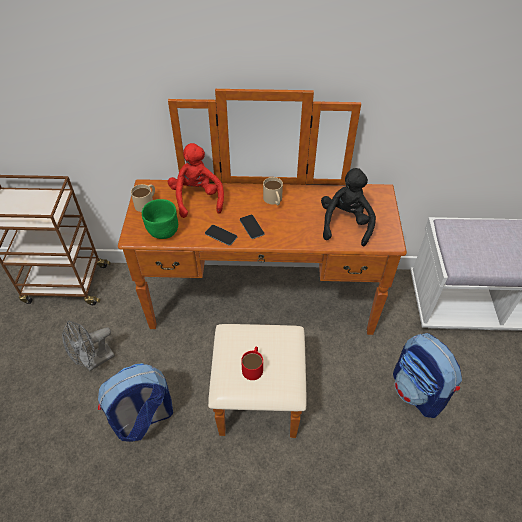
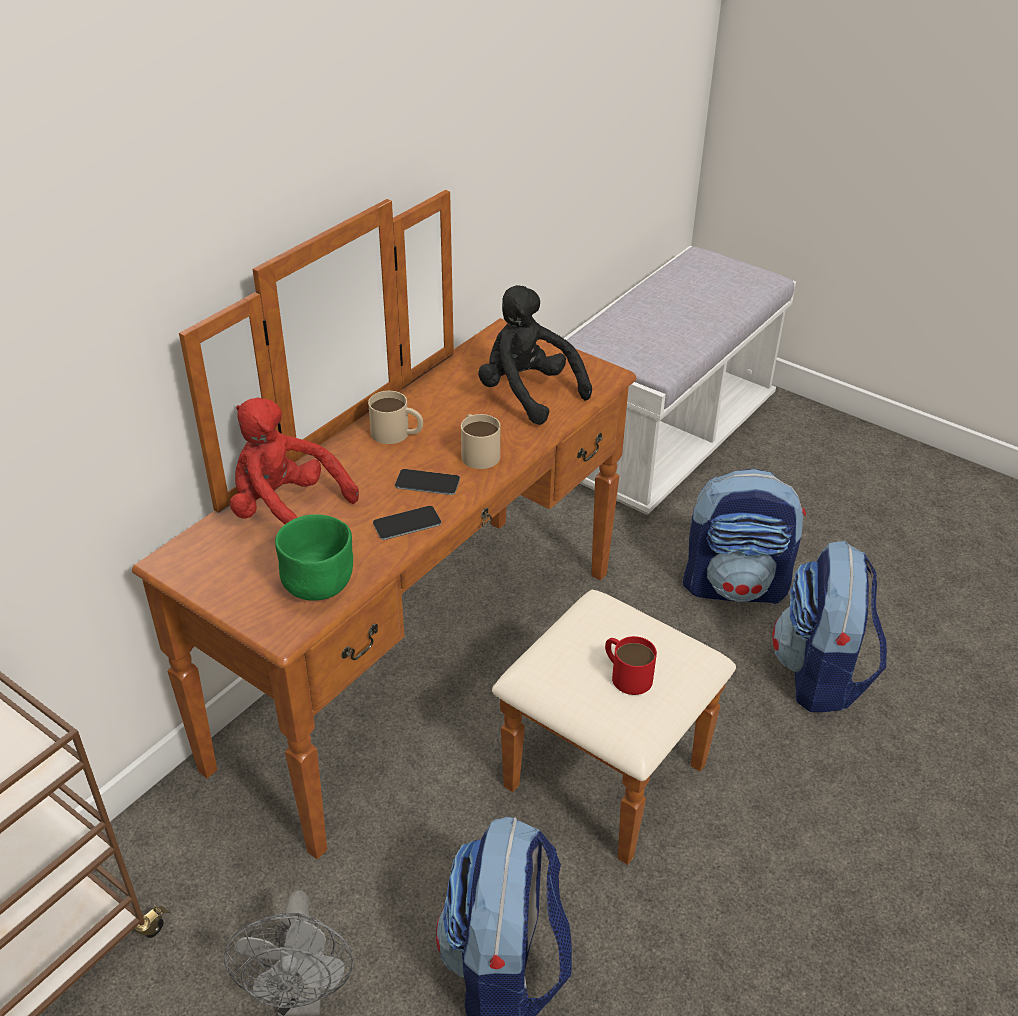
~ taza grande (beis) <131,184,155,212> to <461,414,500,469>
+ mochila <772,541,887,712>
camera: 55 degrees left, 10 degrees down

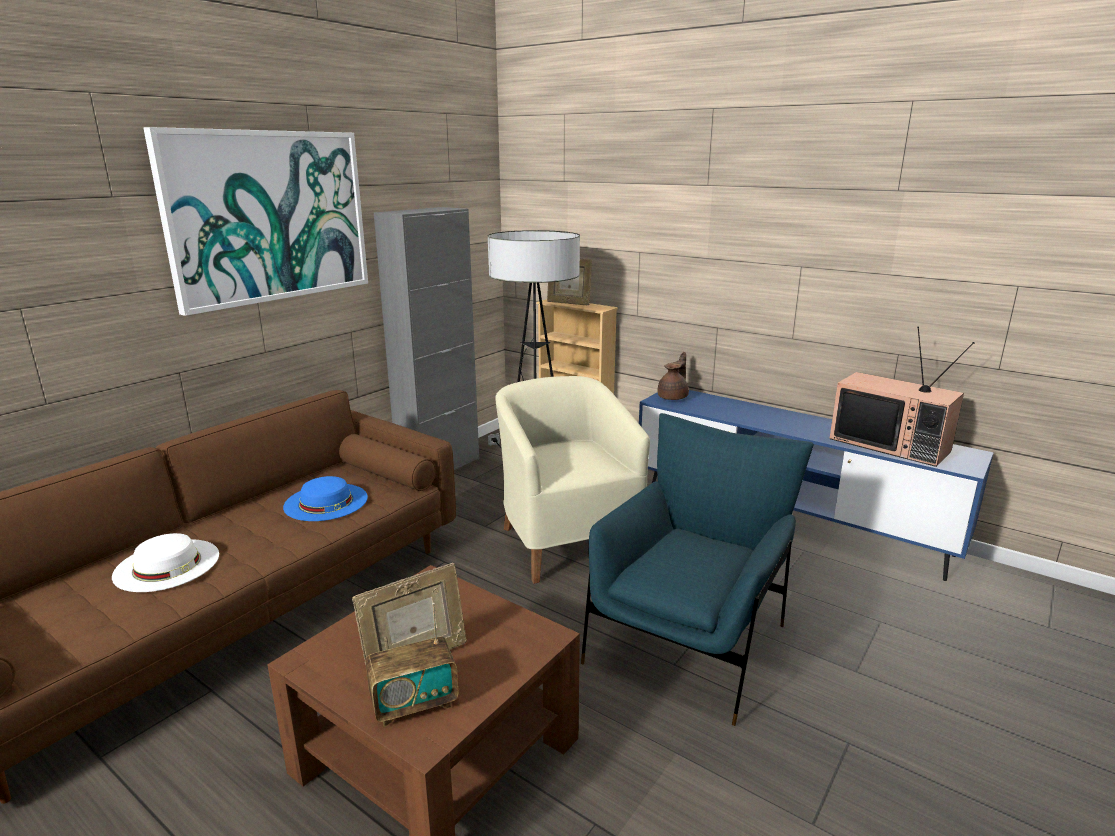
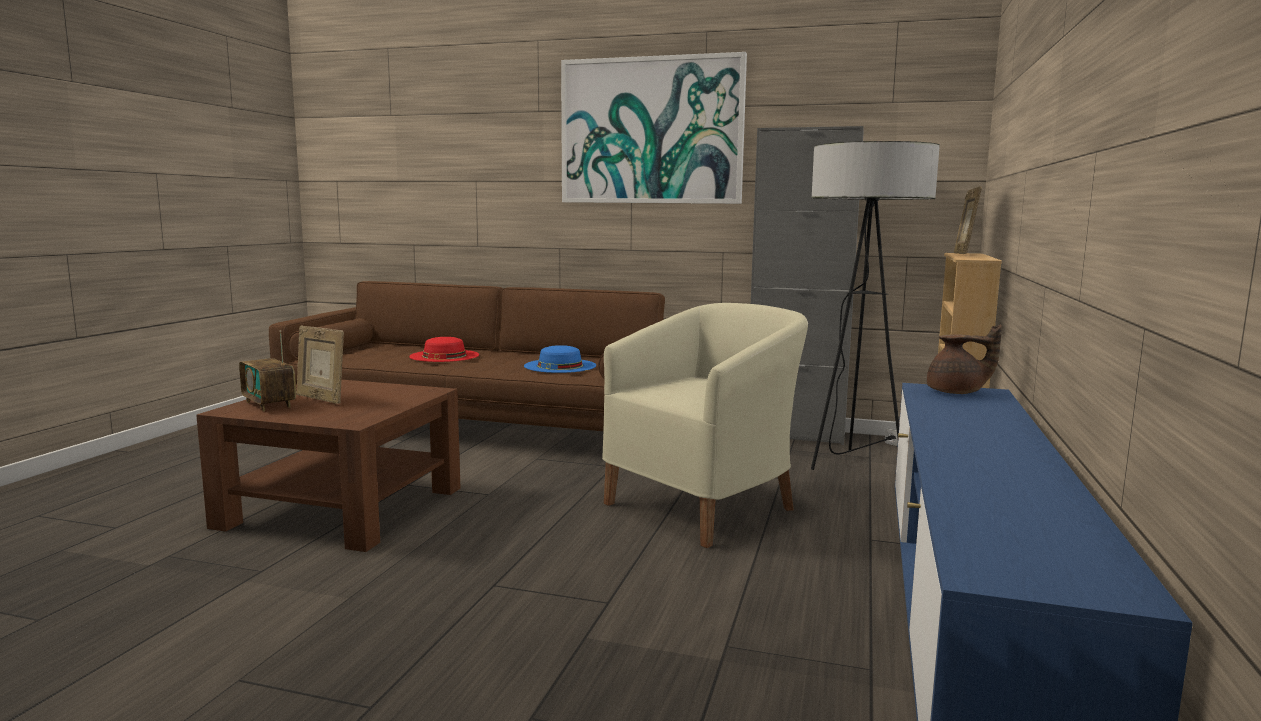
~ sombrero (blanco) <112,533,219,592> to sombrero (rojo) <409,337,479,362>
- sillón (azul) <581,413,814,726>
- televisor <830,327,975,467>
camera: 70 degrees right, 10 degrees down

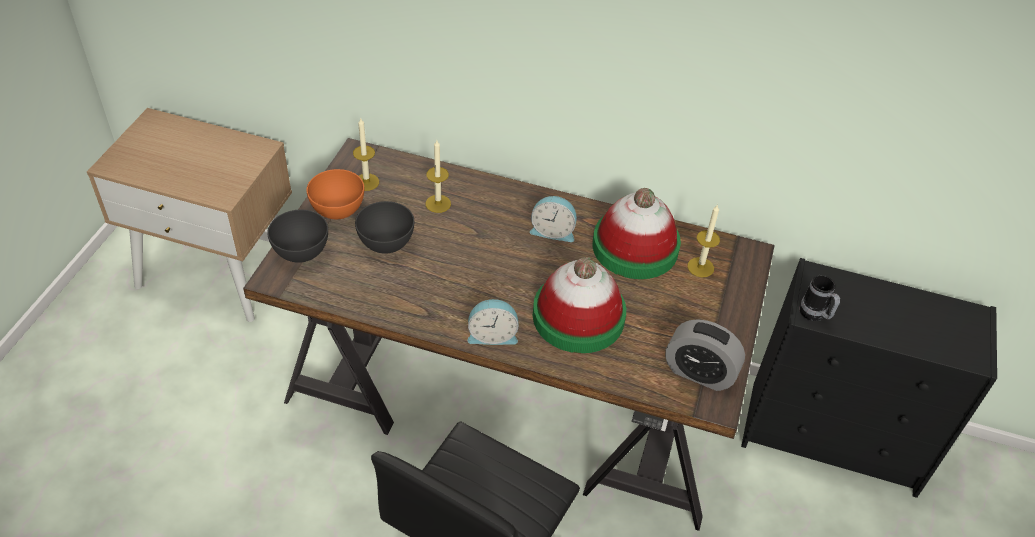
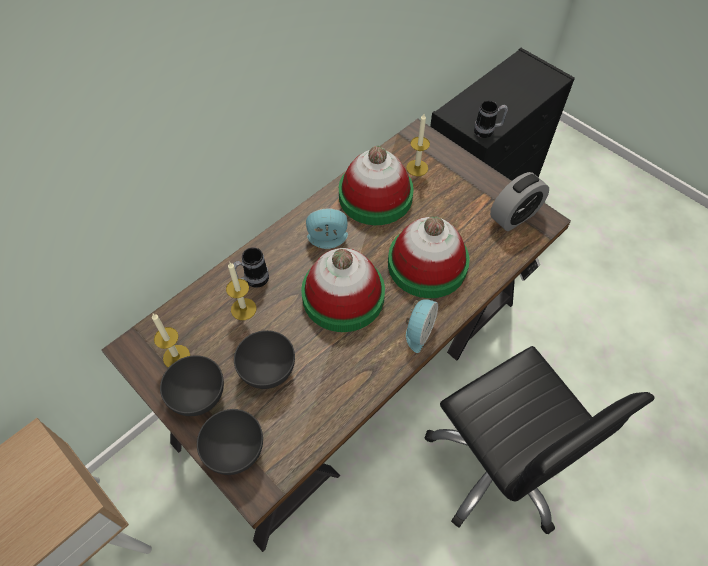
~ cuenco (naranja) <306,169,364,219> to cuenco (gris) <160,355,224,416>
+ taza grande <233,247,269,288>
+ sombrero <301,248,385,332>
~ despertador <530,196,577,242> = <306,209,348,249> 135 degrees counterclockwise
camera: 60 degrees left, 10 degrees up

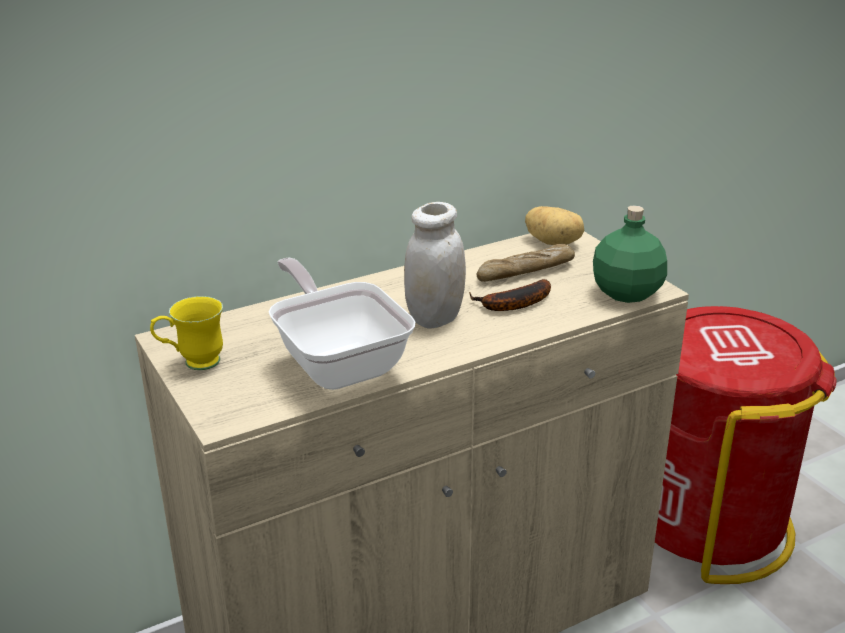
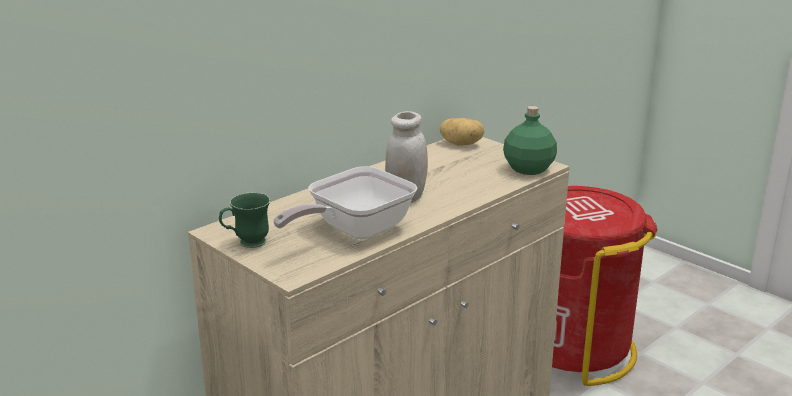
~ taza grande (amarillo) <150,296,223,370> to taza grande (verde) <219,193,270,248>
~ sartén <269,258,416,390> = <273,166,417,239> 90 degrees counterclockwise
- plátano <469,279,551,311>
- pan <477,244,575,282>
camera: 15 degrees left, 5 degrees down

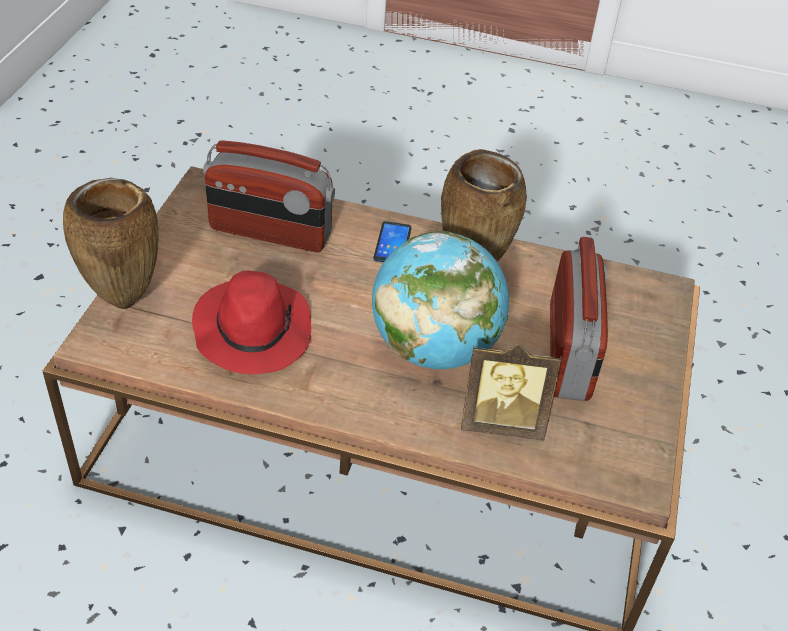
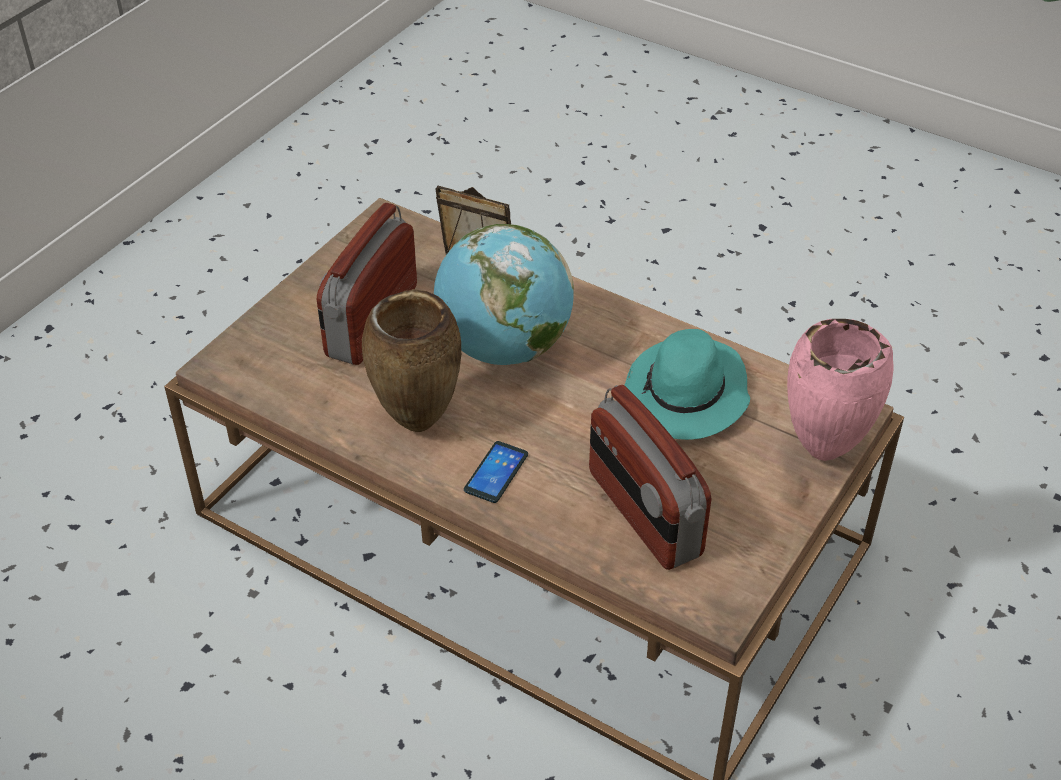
~ radio <203,140,335,252> = <589,385,712,570> 150 degrees counterclockwise
~ sombrero (rojo) <192,271,311,374> to sombrero (turquesa) <625,329,750,440>
~ florero (marrón) <63,178,159,309> to florero (rosa) <787,319,893,461>
camera: 160 degrees left, 0 degrees up

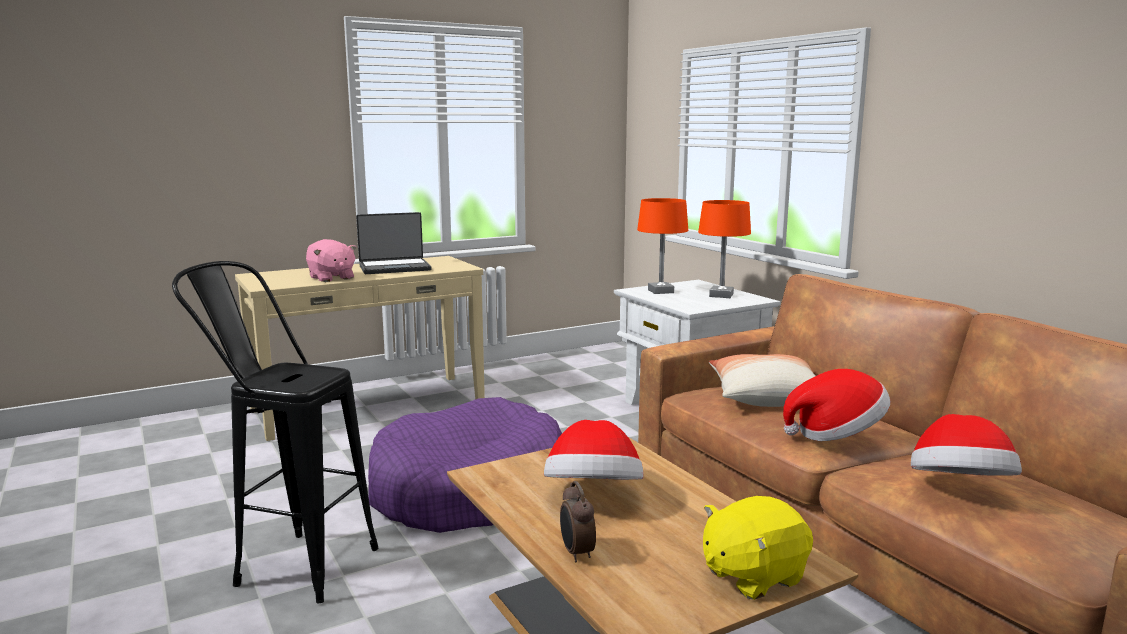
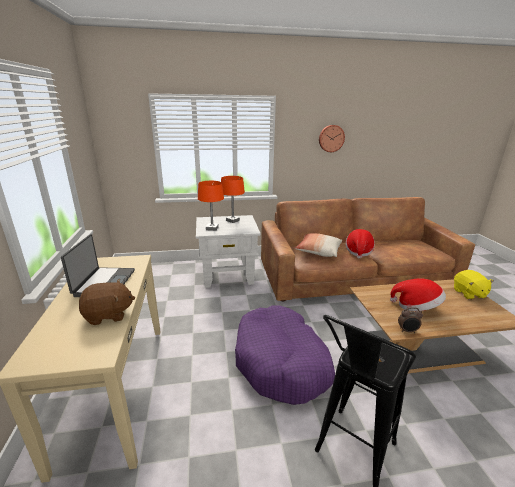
~ peluche (rosa) <306,239,357,282> to peluche (marrón) <79,279,135,325>
+ reloj de pared <319,125,345,152>
~ despertador <560,481,596,562> to <398,307,423,333>
- sombrero <911,414,1022,476>
camera: 70 degrees left, 10 degrees up

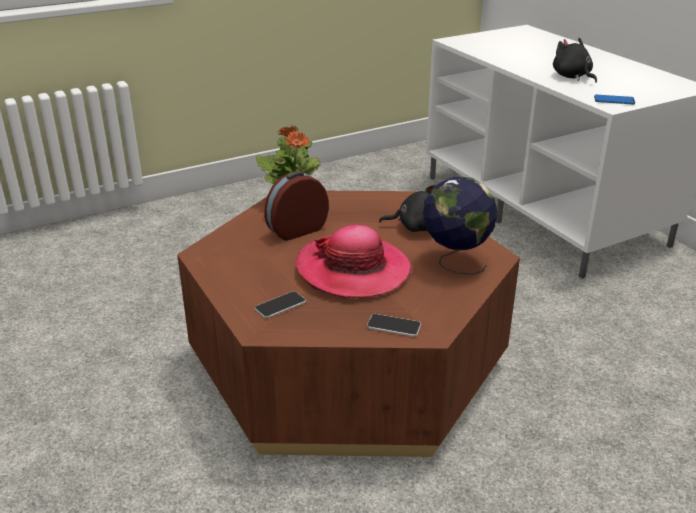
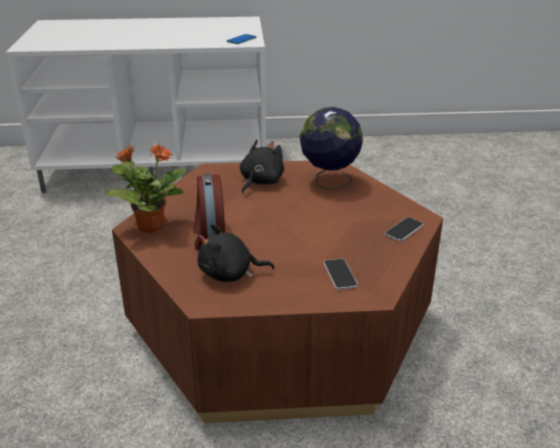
~ peluche (negro) <553,38,597,83> to <197,224,275,282>
- sombrero <296,225,412,298>
camera: 65 degrees left, 0 degrees up

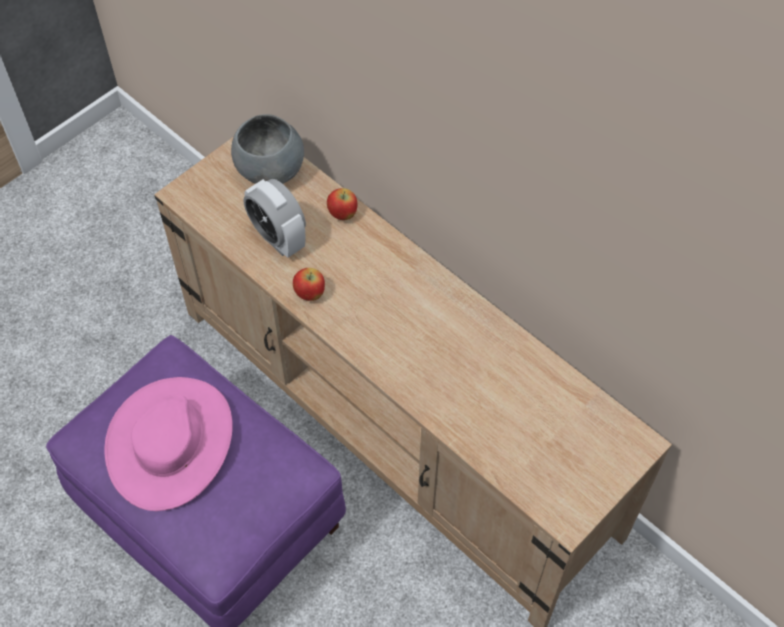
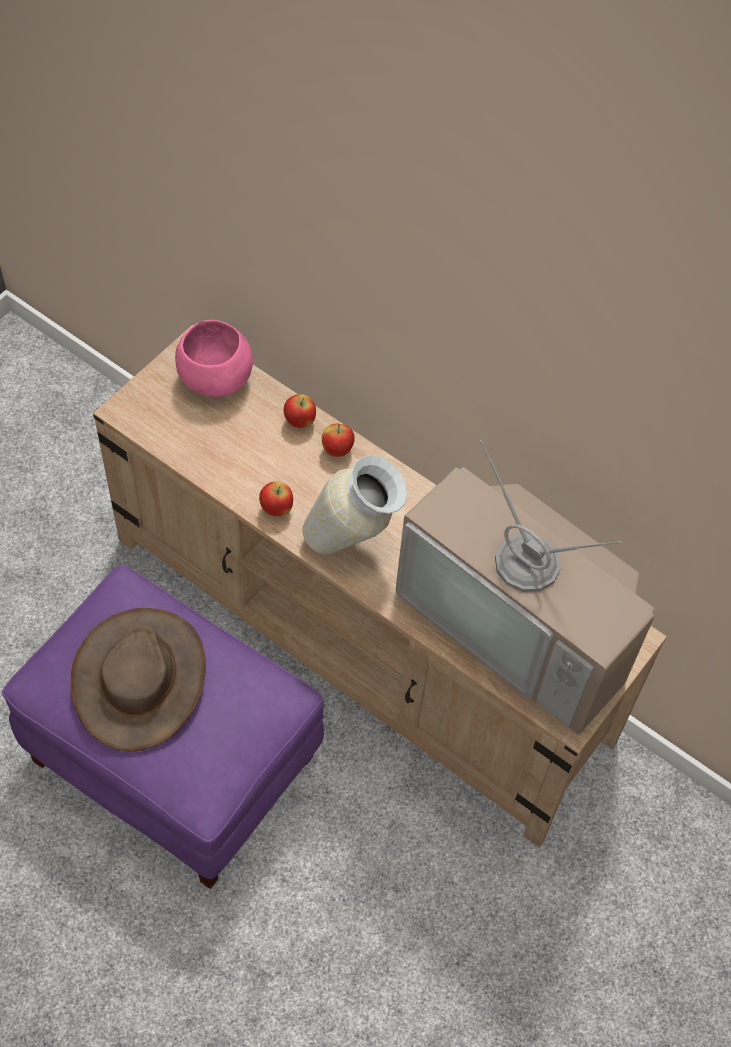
~ sombrero (rosa) <104,377,233,511> to sombrero (marrón) <70,608,206,752>
~ cuenco (gris) <231,114,304,184> to cuenco (rosa) <175,320,253,397>
+ florero <303,455,407,554>
+ manzana <322,424,355,457>
+ televisor <396,440,655,734>
- despertador <243,179,306,258>
camera: 10 degrees left, 0 degrees up

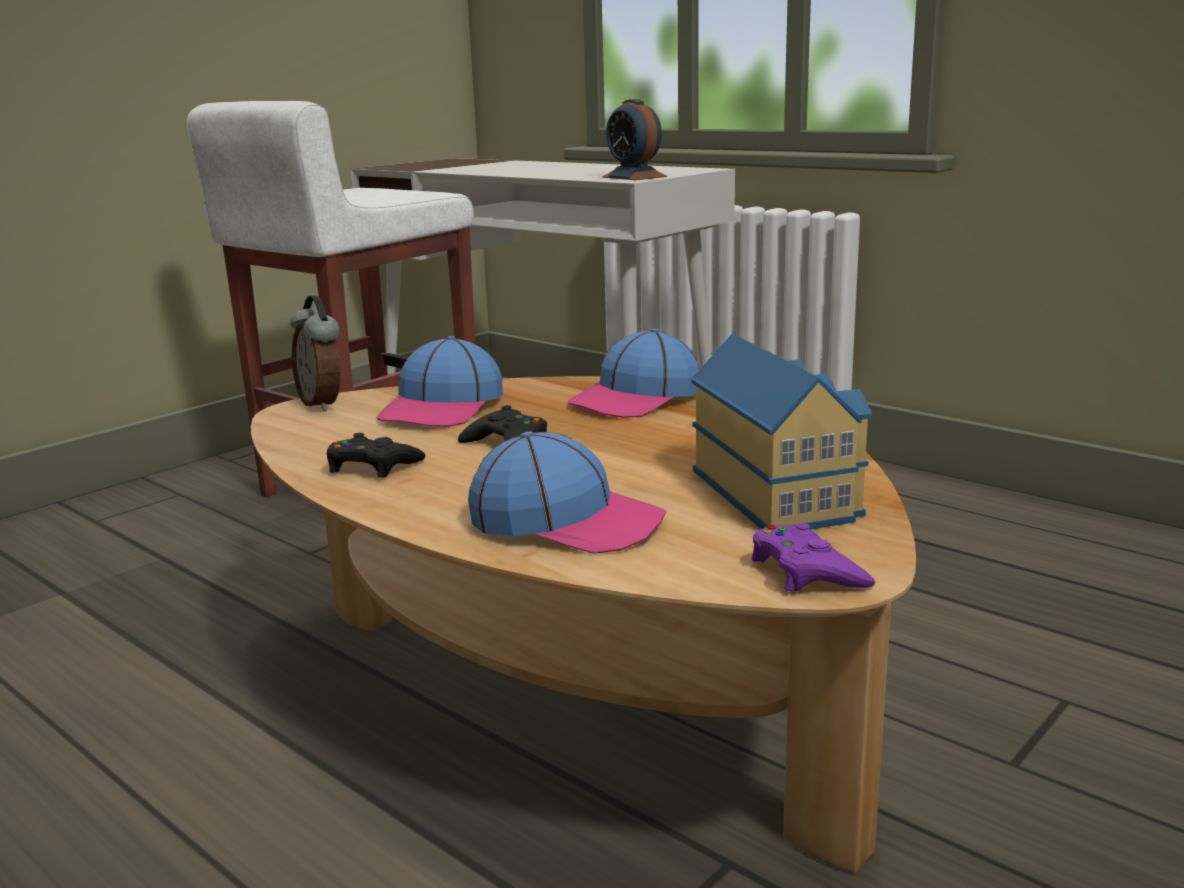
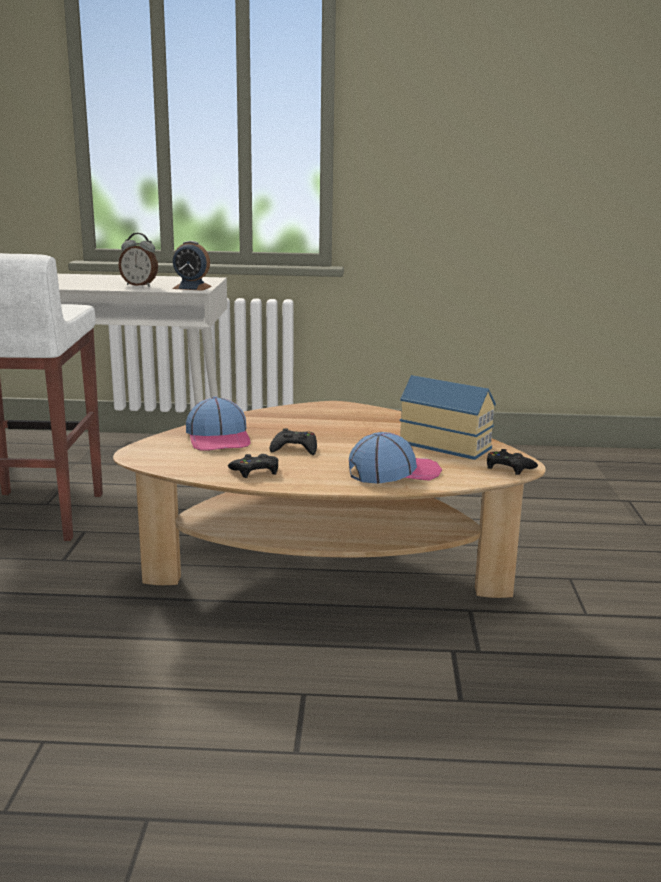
~ despertador <290,296,341,411> to <118,233,158,287>
~ mando de consola (morado) <752,523,875,592> to mando de consola (negro) <487,449,538,475>
- gorra <568,329,700,418>
camera: 40 degrees left, 0 degrees up

